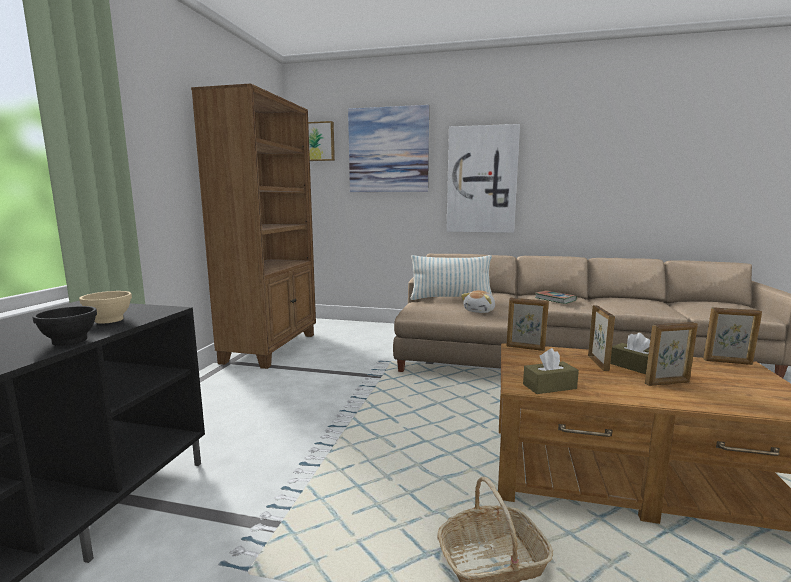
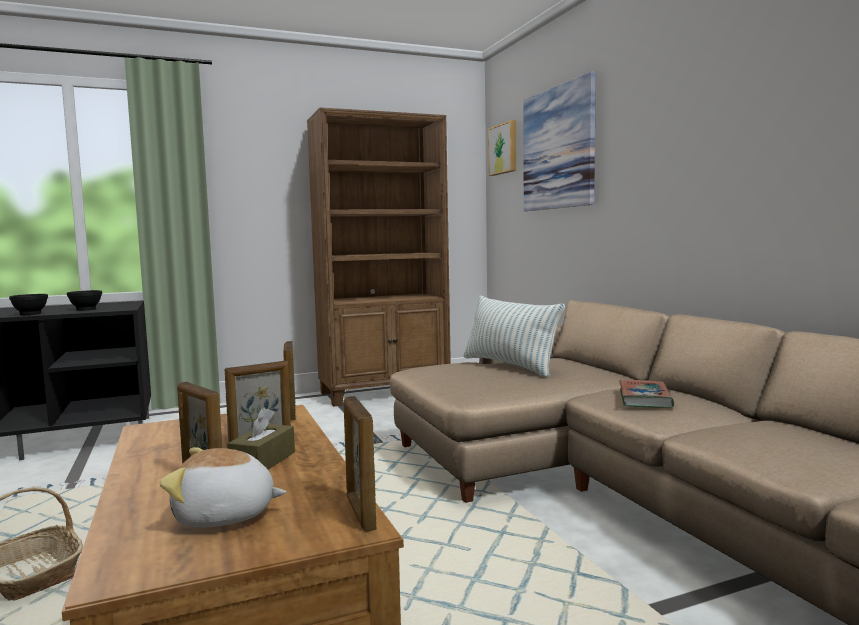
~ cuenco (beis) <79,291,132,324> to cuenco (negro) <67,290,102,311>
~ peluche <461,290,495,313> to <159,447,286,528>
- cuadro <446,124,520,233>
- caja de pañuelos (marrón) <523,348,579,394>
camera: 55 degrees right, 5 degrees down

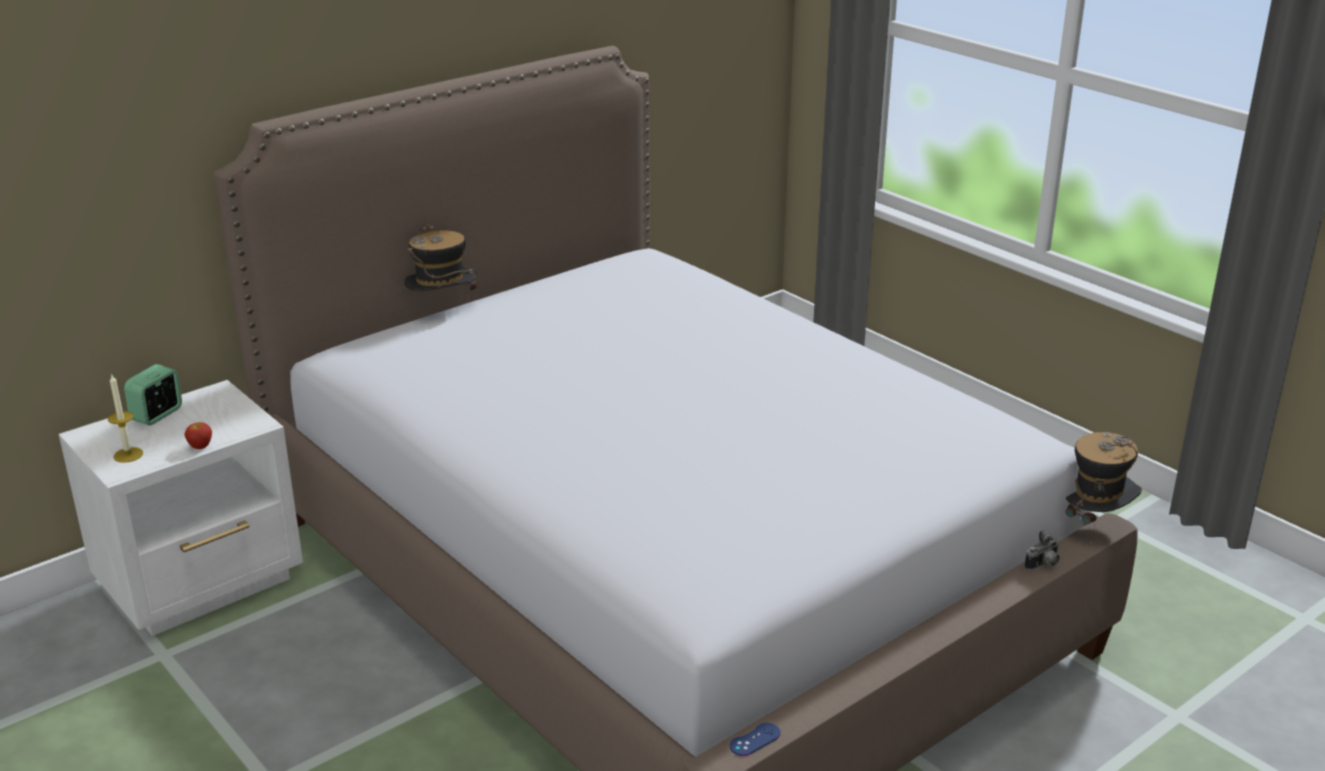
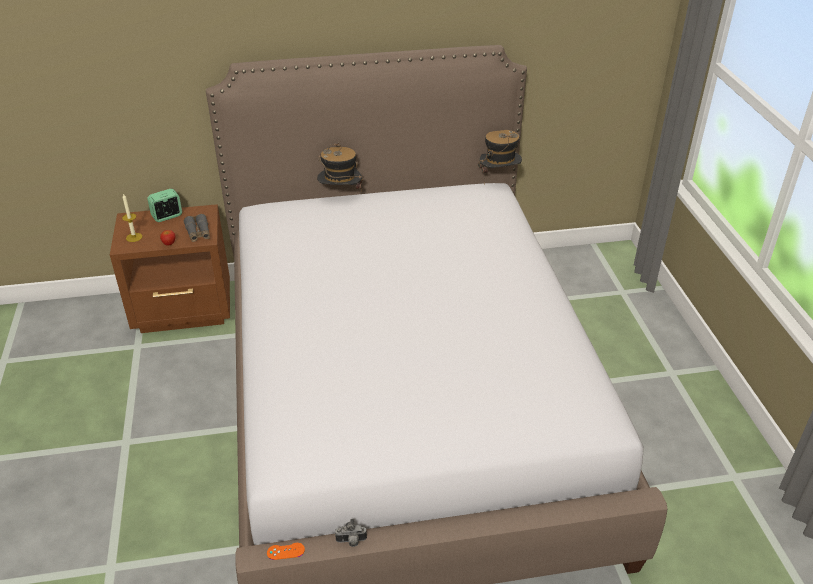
~ mesita de noche (blanco) <59,380,303,636> to mesita de noche (marrón) <110,204,230,333>
+ prismáticos (gris) <184,214,210,242>
~ mando de consola (azul) <730,723,781,756> to mando de consola (naranja) <267,543,305,560>
~ cámara <1024,530,1060,570> to <335,519,367,547>
~ sombrero <1065,432,1142,546> to <478,130,522,184>
camera: 30 degrees right, 10 degrees up

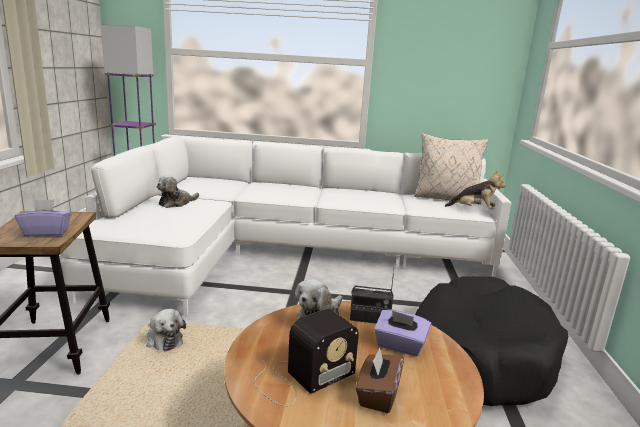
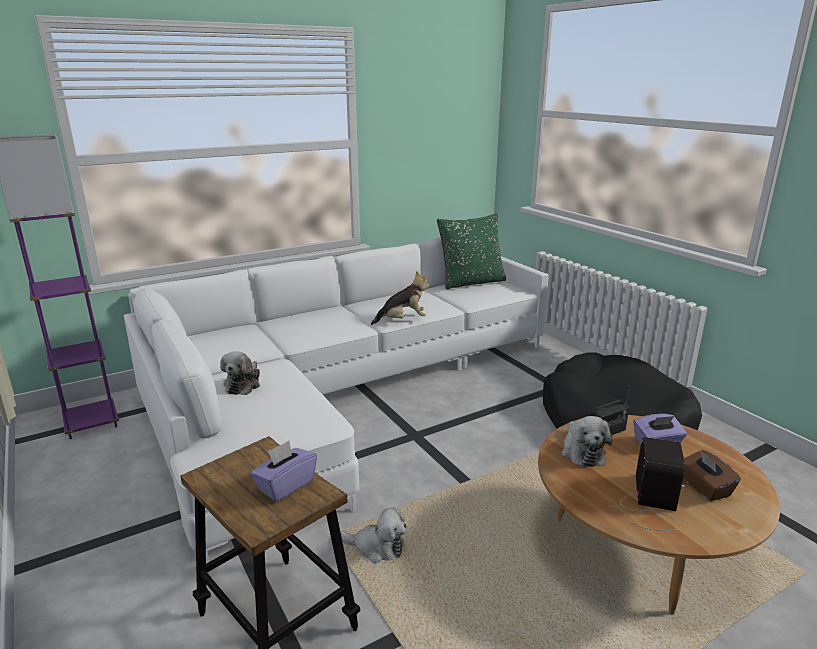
~ peluche <445,170,506,210> to <371,271,429,325>
~ cojín (beis) <414,133,488,204> to cojín (verde) <437,213,506,289>
camera: 35 degrees left, 5 degrees up

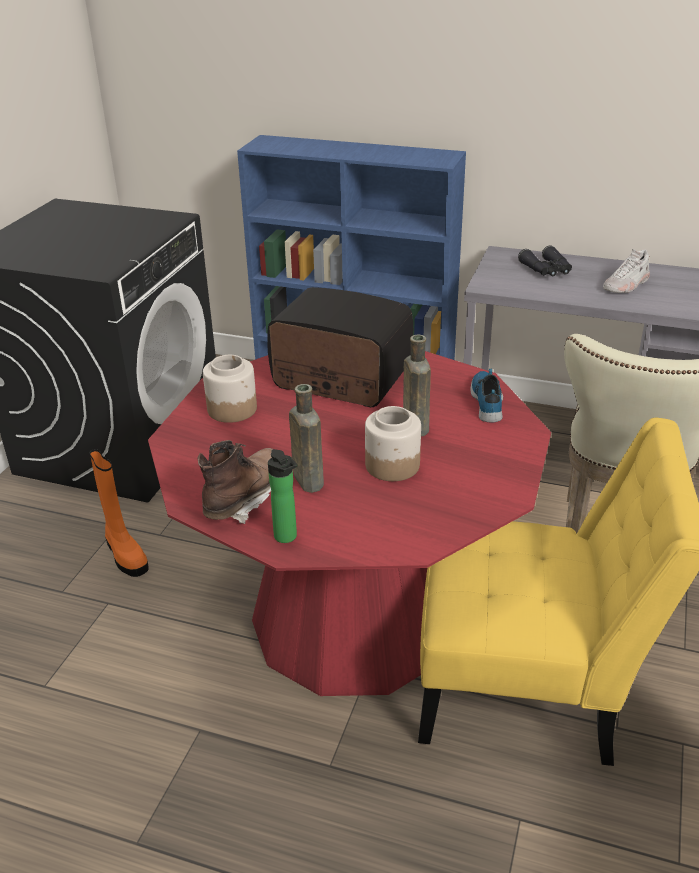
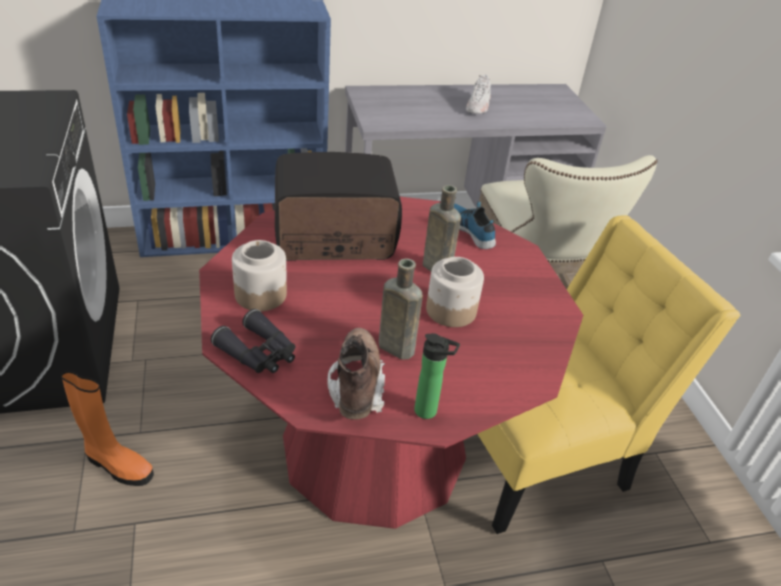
~ prismáticos (negro) <518,245,572,276> to <211,309,295,373>
camera: 35 degrees left, 5 degrees up

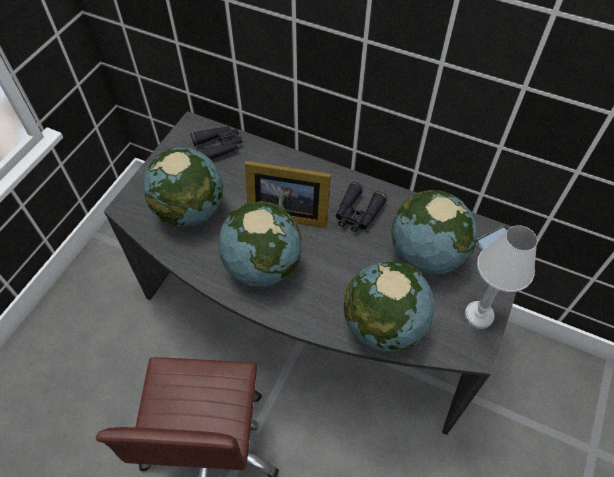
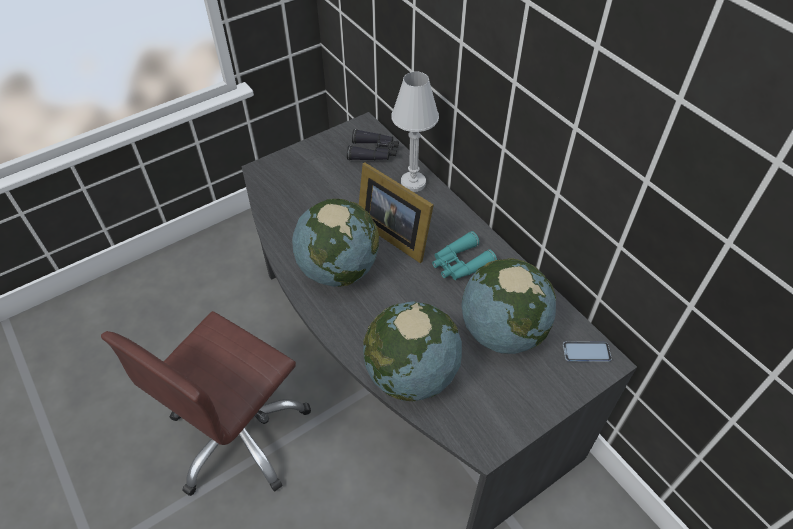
~ lámpara de mesa (blanco) <464,225,537,329> to <391,72,439,192>
~ prismáticos (negro) <335,182,387,232> to prismáticos (turquesa) <432,231,497,280>
- globo terráqueo <143,148,223,226>
camera: 30 degrees right, 5 degrees down

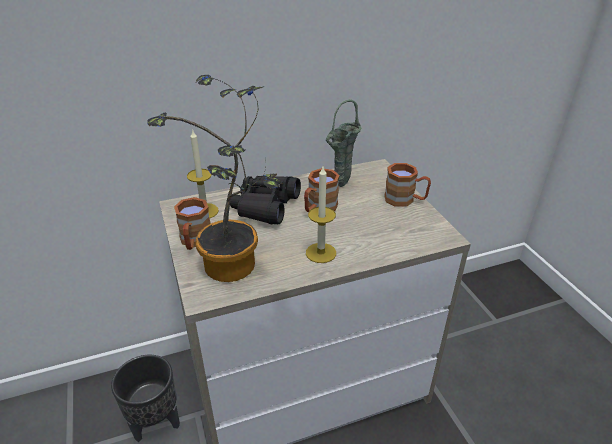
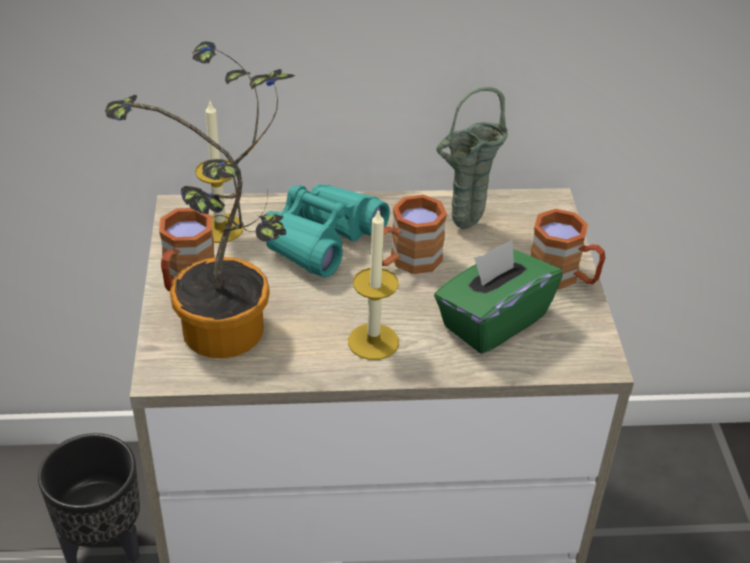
~ prismáticos (negro) <230,176,301,224> to prismáticos (turquesa) <261,184,390,277>
+ caja de pañuelos (verde) <434,239,563,354>
camera: 15 degrees right, 5 degrees up

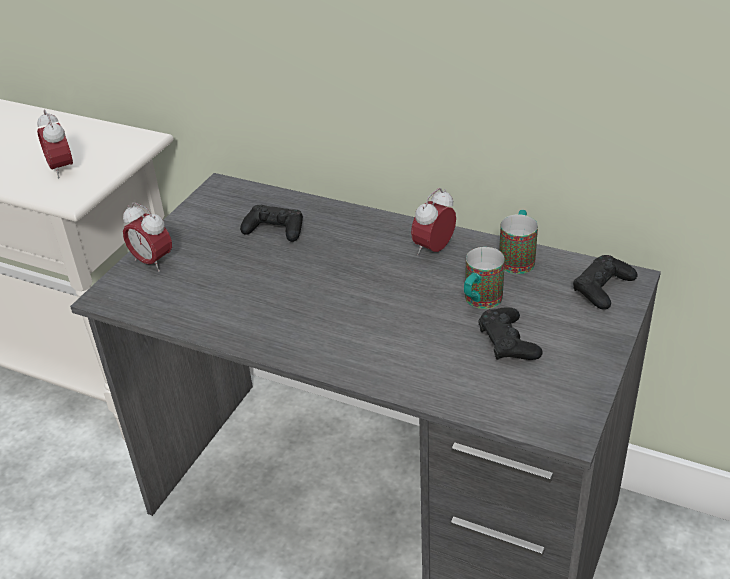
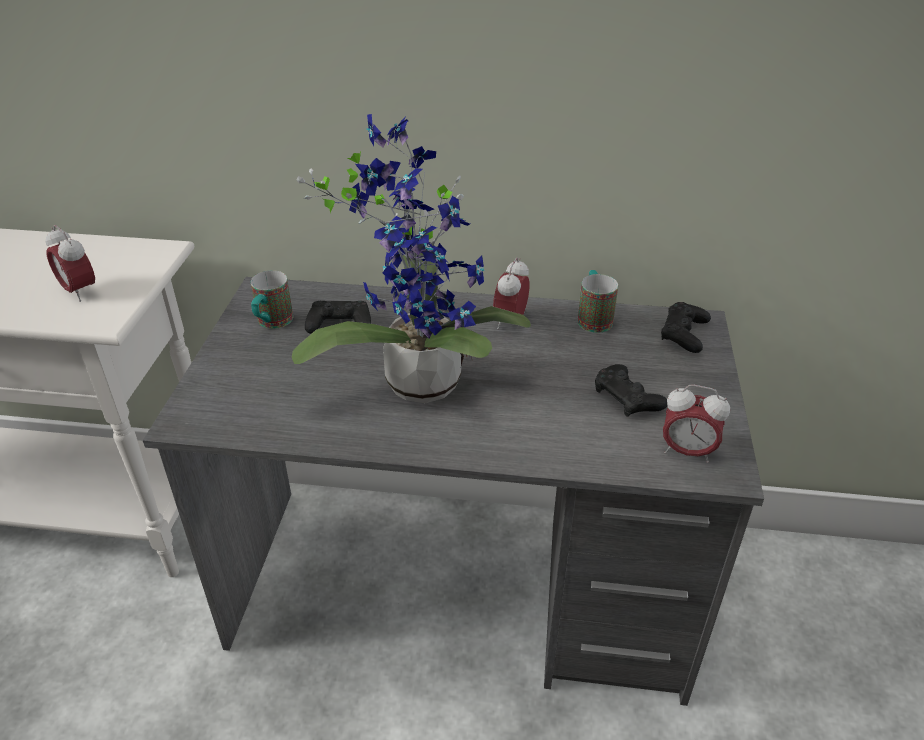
~ taza grande <464,247,505,309> to <251,270,293,329>
+ planta en maceta <292,114,531,403>
~ despertador <123,203,172,272> to <663,385,730,463>
camera: 20 degrees left, 0 degrees up

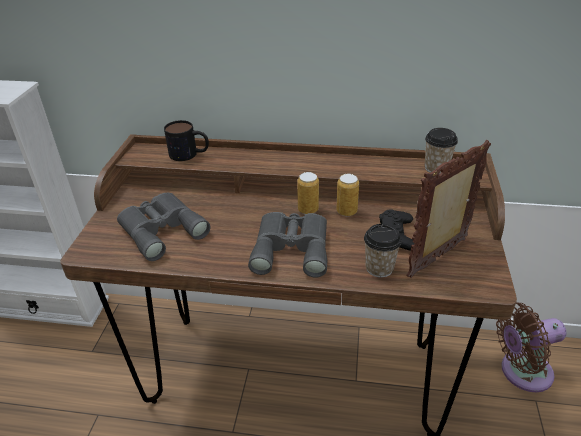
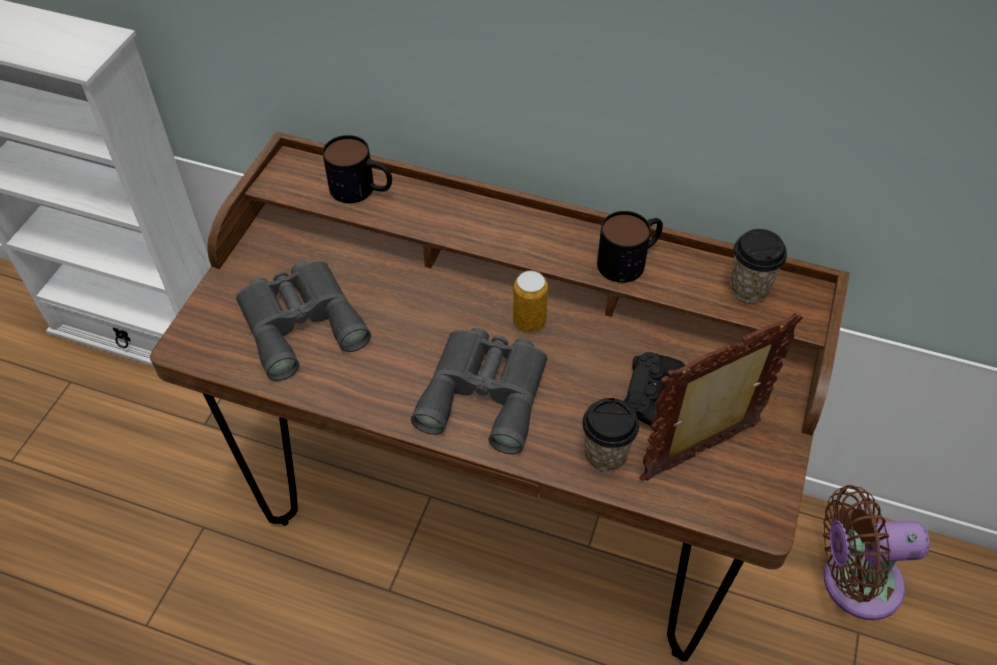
+ taza grande <597,211,663,283>
- lata <336,174,359,216>
camera: 10 degrees right, 15 degrees up

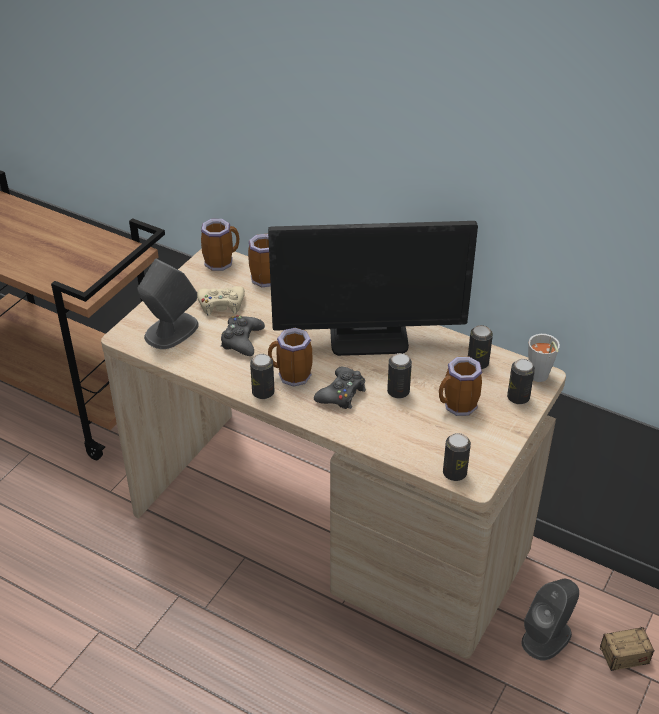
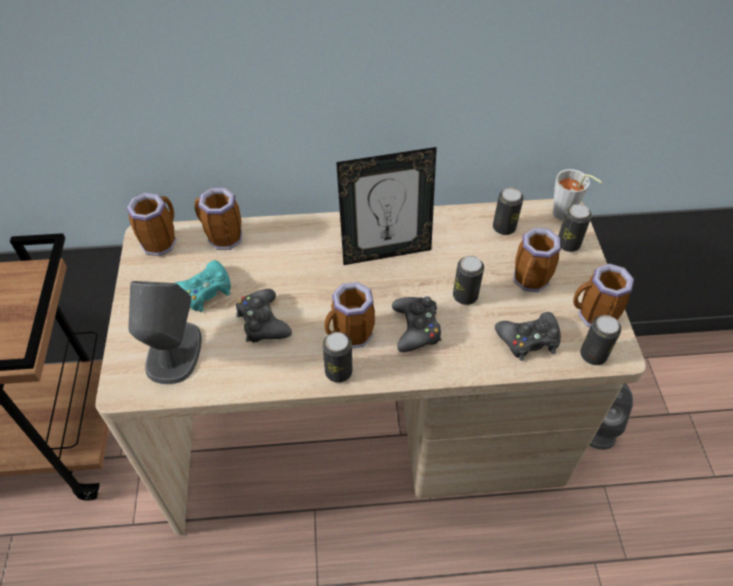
~ mando de consola (beis) <197,286,245,316> to mando de consola (turquesa) <175,260,231,312>
~ monitor <268,221,478,356> to portarretratos <336,147,437,265>
+ mando de consola (negro) <495,312,561,361>
+ taza grande <573,264,634,327>
- caja de almacenaje <567,627,654,671>
camera: 35 degrees left, 10 degrees up

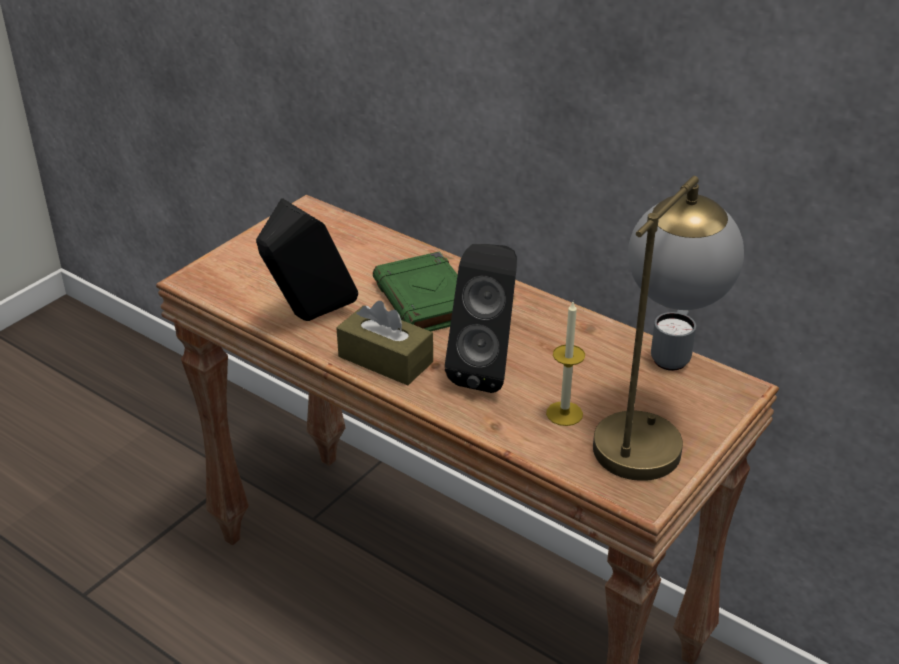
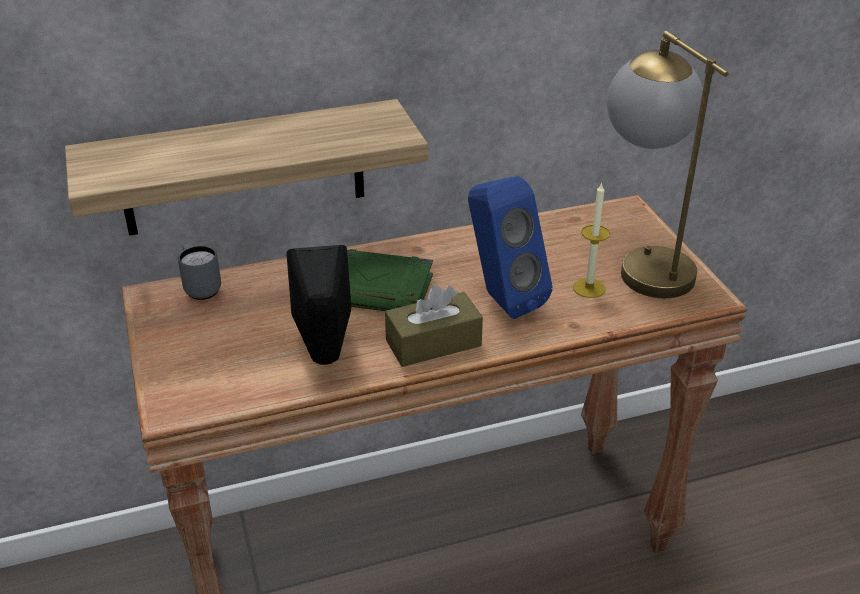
+ estante <65,99,428,236>
~ taza grande (gris) <651,310,696,371> to <178,243,221,300>
~ altavoz (negro) <445,244,517,393> to altavoz (azul) <468,176,552,319>
camera: 55 degrees left, 0 degrees up

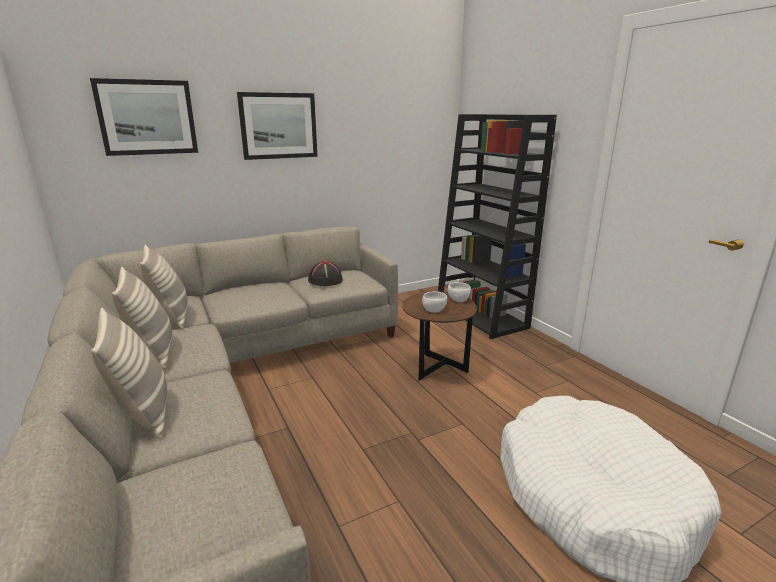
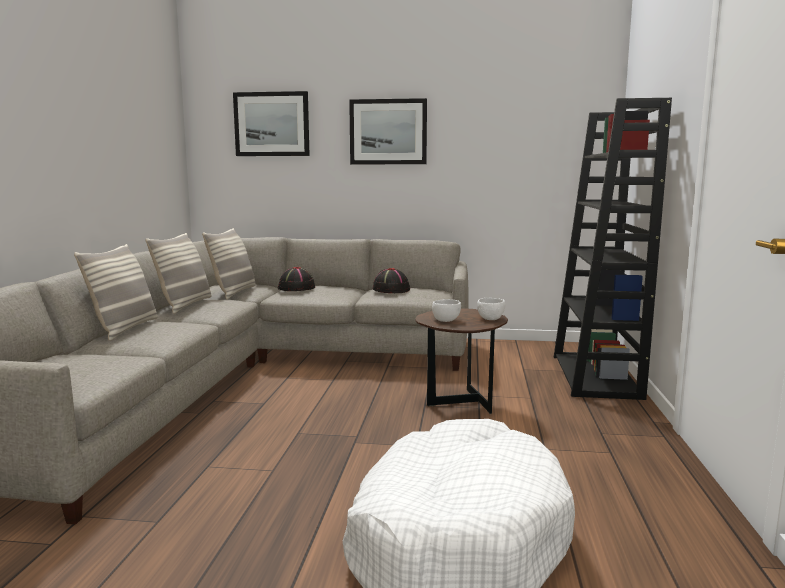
+ sombrero (negro) <278,267,315,291>
camera: 35 degrees right, 10 degrees down

